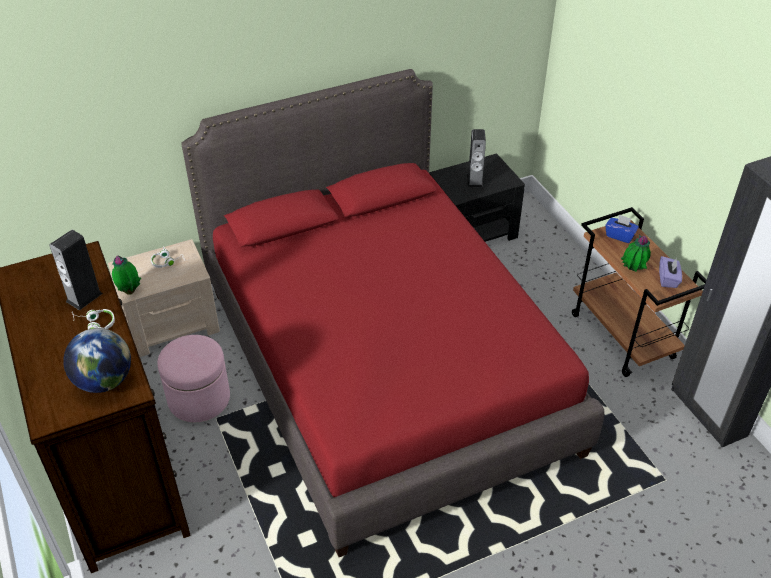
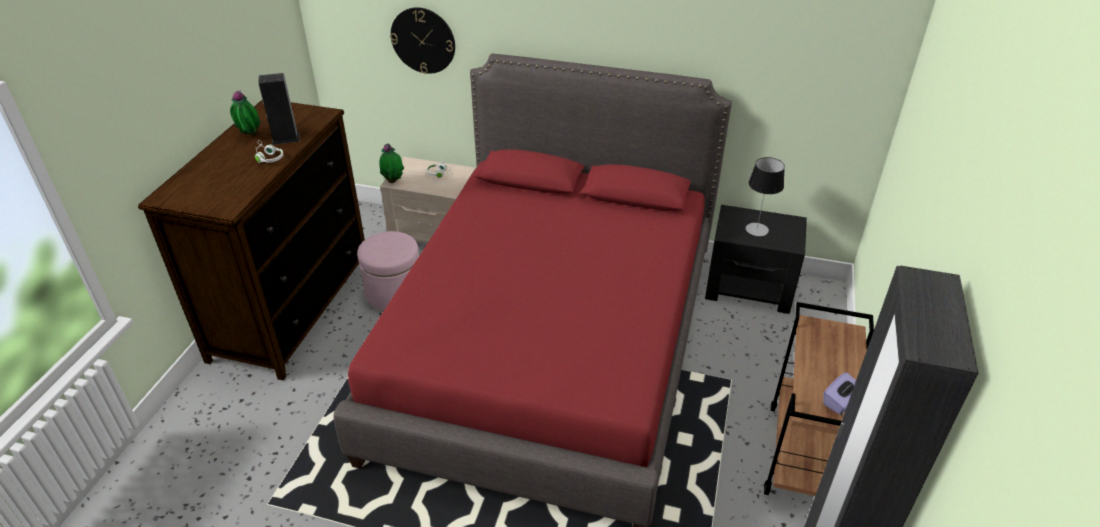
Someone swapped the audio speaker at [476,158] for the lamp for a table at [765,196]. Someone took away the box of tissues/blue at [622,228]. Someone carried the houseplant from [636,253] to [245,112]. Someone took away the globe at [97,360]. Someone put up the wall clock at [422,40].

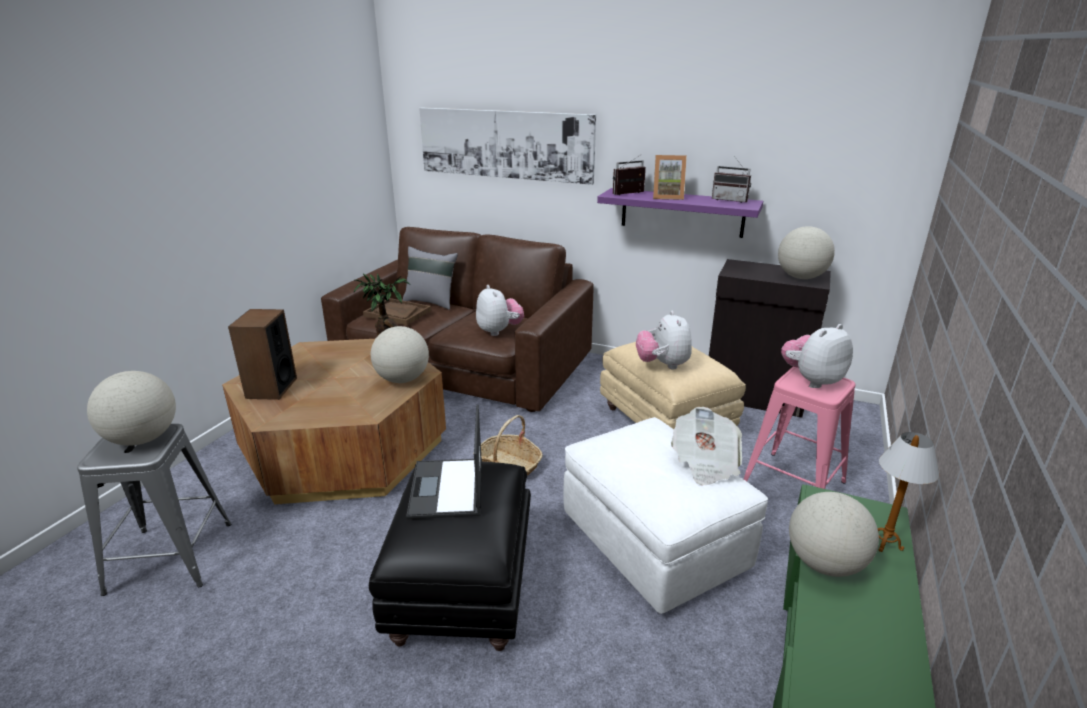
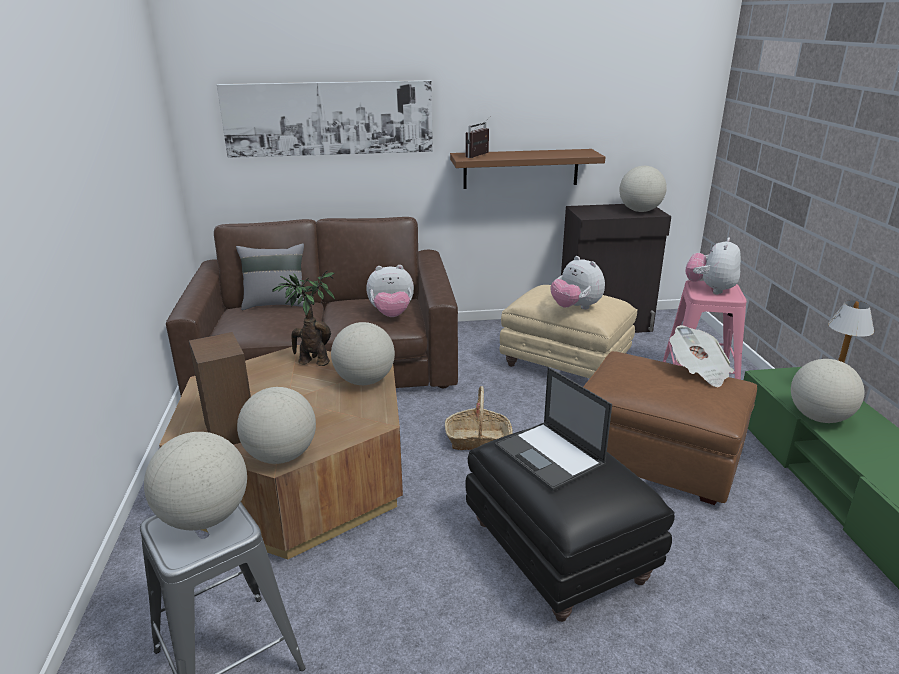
Someone took away the photo frame at [670,177]. Someone took away the radio set at [731,179]. Someone repainted the shelf/purplish at [680,213], which became the shelf/brownish at [528,169]. Someone rotated the soft toy at [500,310] by 135 degrees clockwise. Someone took away the carrying tray/brownish at [397,311]. Someone repainted the ottoman/white-coloured at [665,515], which became the ottoman/brownish at [670,428]. Someone put down the globe at [276,425].

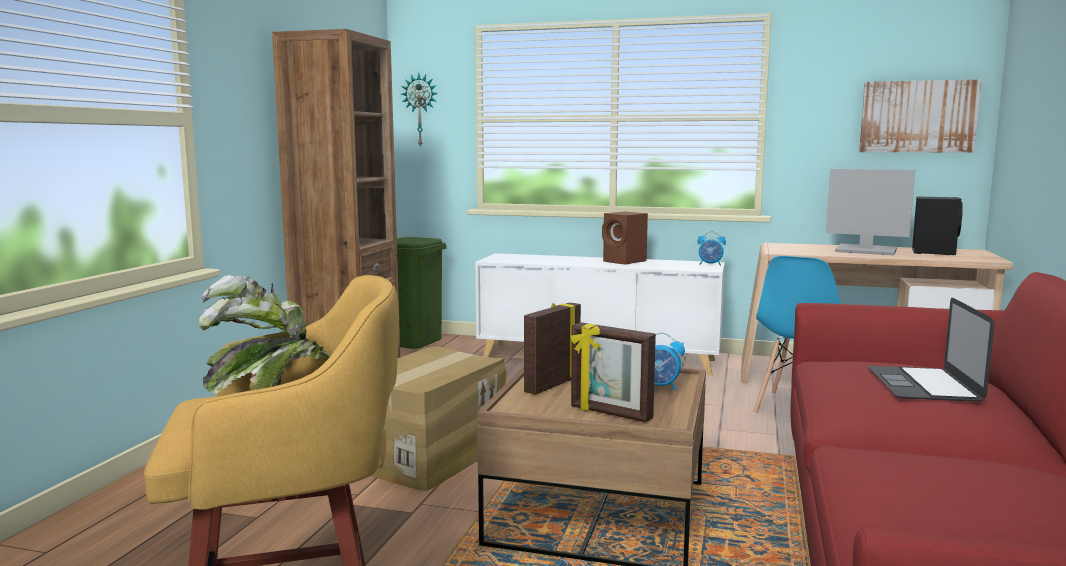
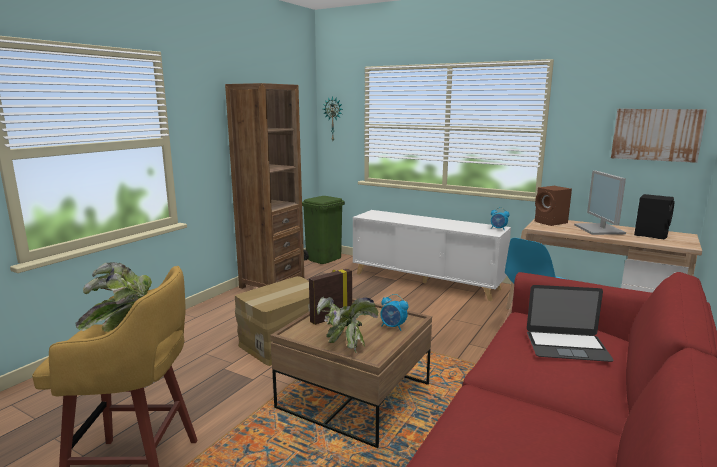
Someone rotated the computer display at [870,212] by 135 degrees counterclockwise. Someone carried the audio speaker/brownish from [625,238] to [553,206]. Someone rotated the laptop at [931,350] by 105 degrees counterclockwise. Someone swapped the photo frame at [613,372] for the houseplant at [347,325].

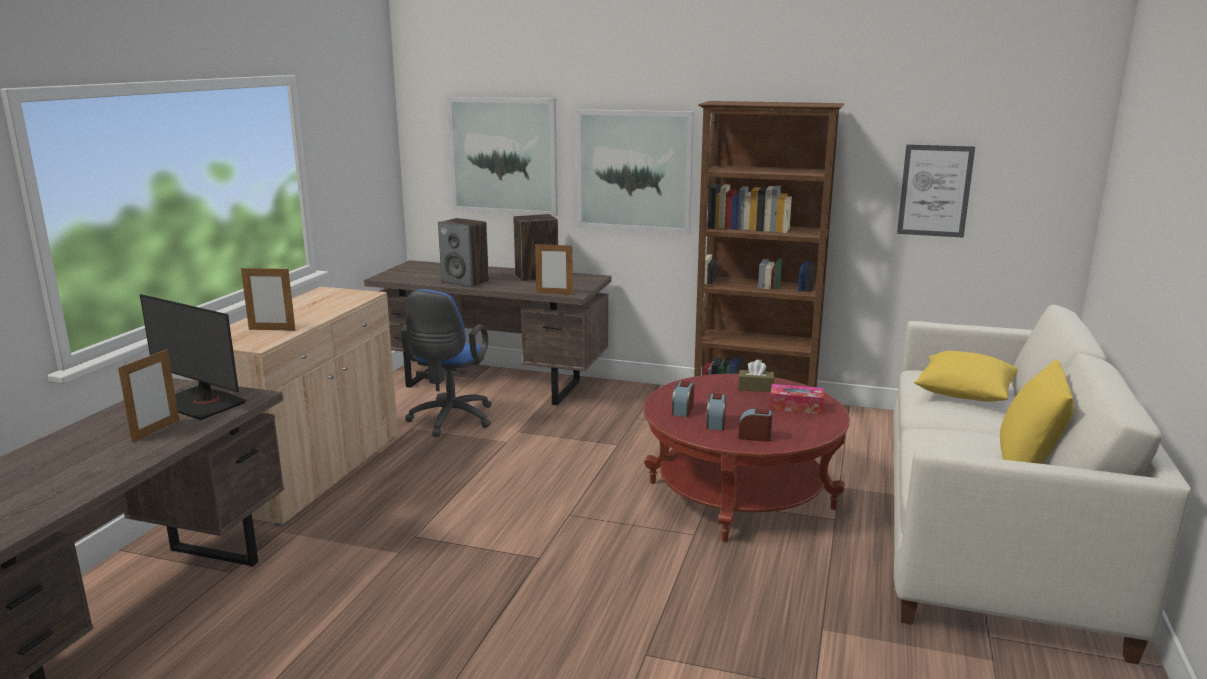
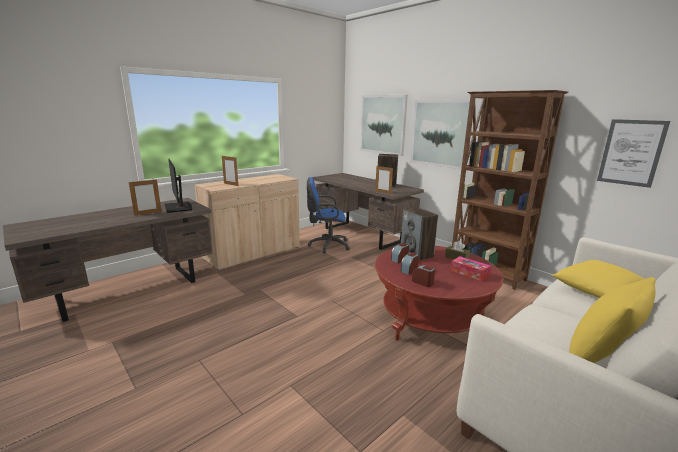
Someone carried the audio speaker from [463,252] to [419,234]. Someone rotated the office chair/blue at [446,363] by 45 degrees clockwise.

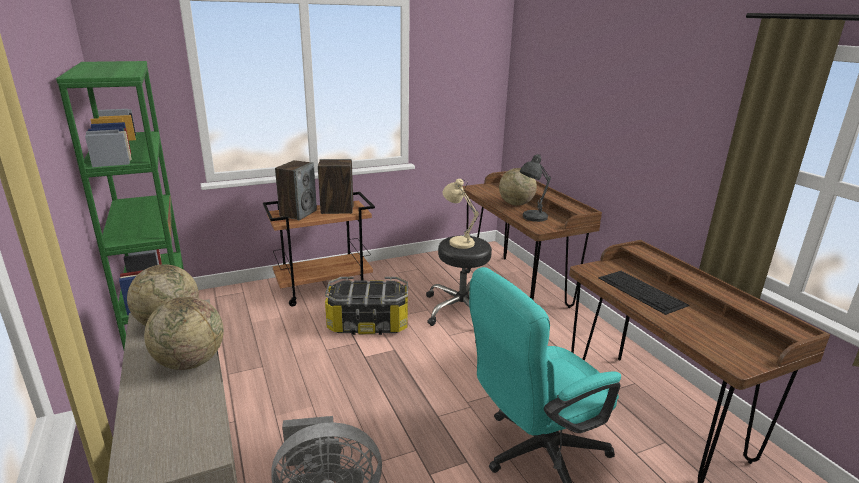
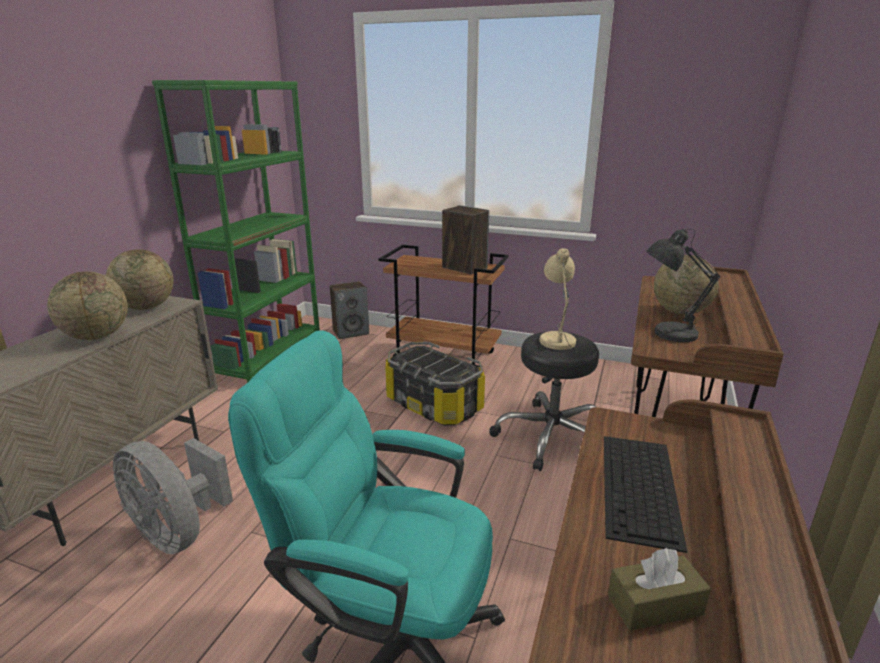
Someone carried the audio speaker from [296,190] to [349,310]. Someone put down the box of tissues/brownish at [659,589].

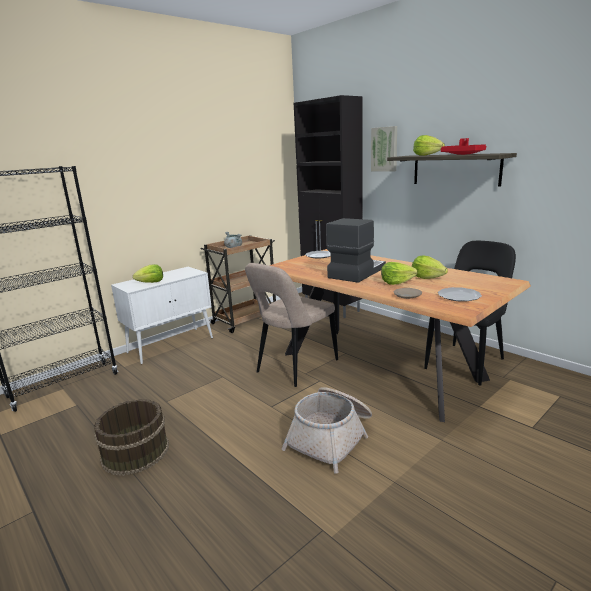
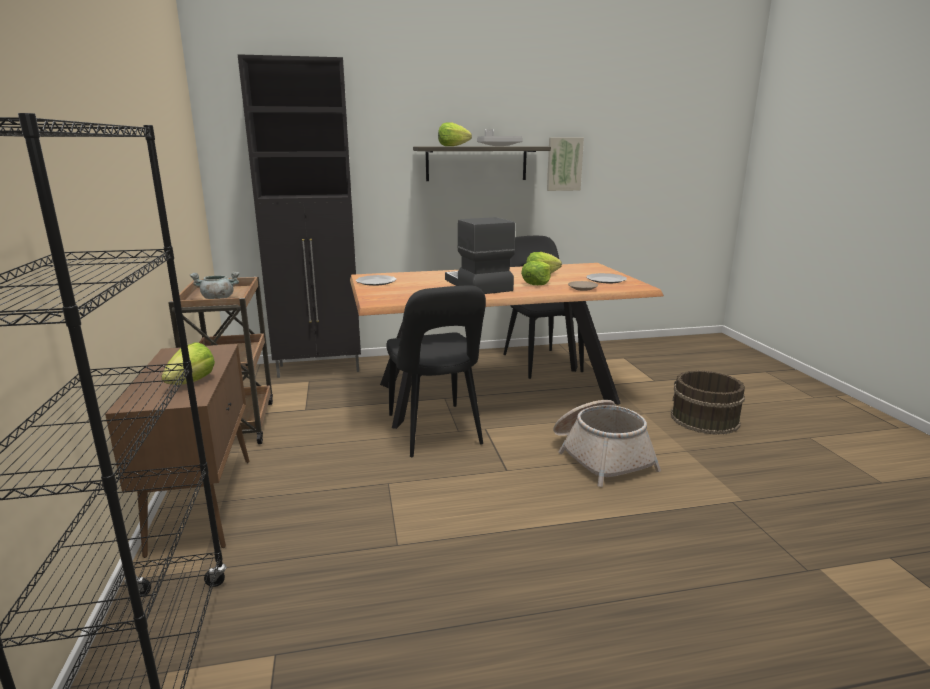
Someone carried the wall picture from [384,149] to [565,164]. Someone repainted the carrying tray/red at [463,146], which became the carrying tray/grey at [500,137]. Someone repainted the upright chair/sand-coloured at [291,325], which became the upright chair/black-coloured at [436,371]. Someone repainted the storage cabinet/white-coloured at [162,315], which became the storage cabinet/brownish at [177,451]. Someone carried the water bucket/brownish from [131,437] to [708,402].

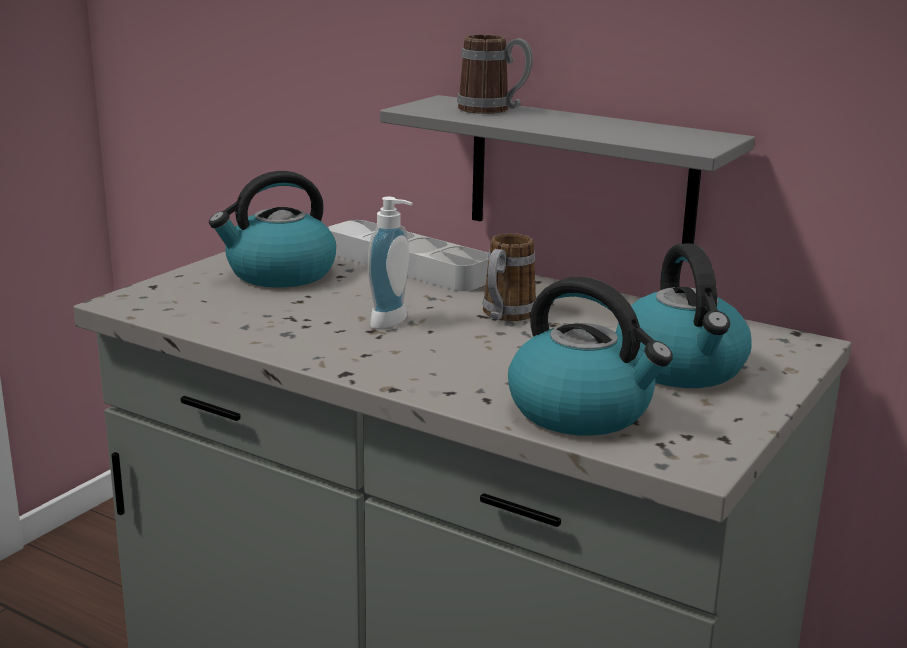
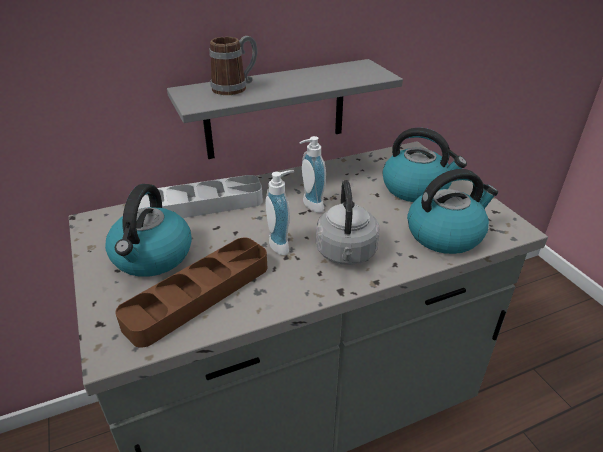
Someone swapped the coffee mug at [510,277] for the soap bottle at [313,174]. Someone put down the kettle/grey at [348,222]. Someone put down the carrying tray/brownish at [191,293].

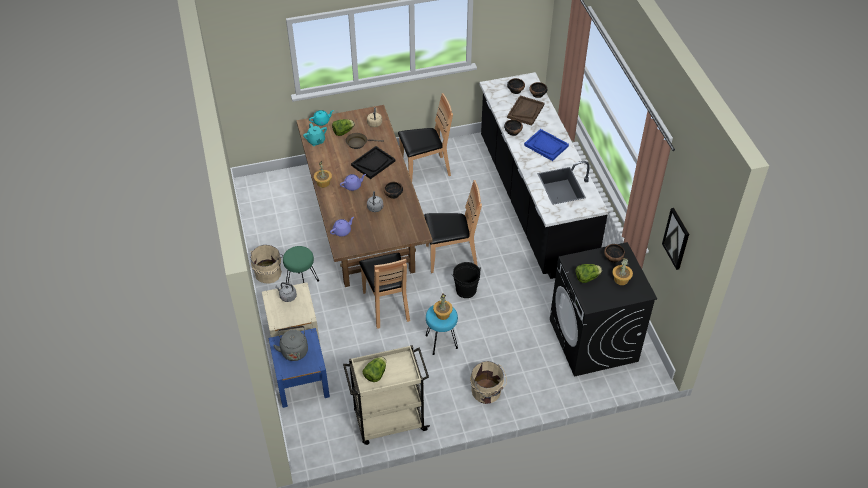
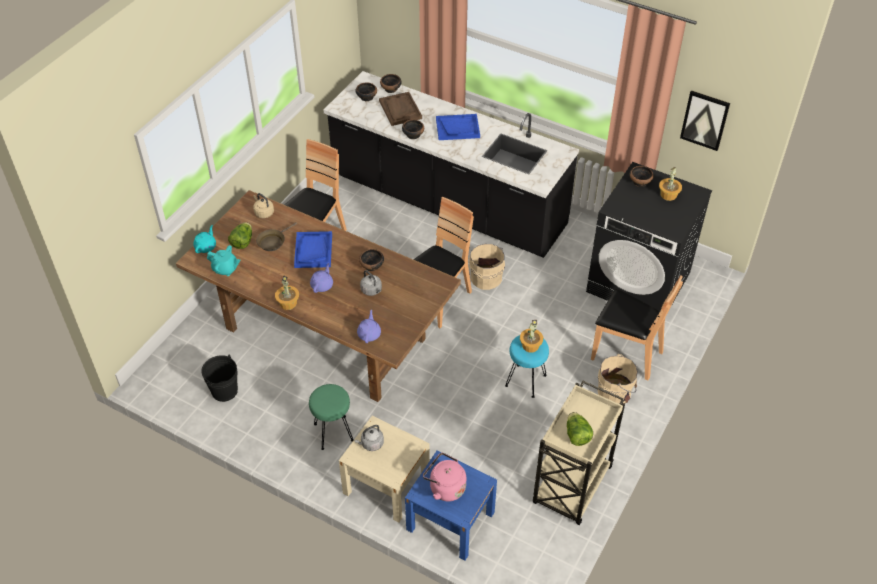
Someone repainted the carrying tray/black-coloured at [373,162], which became the carrying tray/blue at [313,249]. Someone carried the water bucket/sand-coloured from [266,264] to [486,267]. Someone carried the upright chair/brownish from [384,291] to [637,328]. Someone carried the water bucket/black-coloured from [466,280] to [219,378]. Someone took away the lettuce head at [589,273]. Someone repainted the kettle/grey at [290,343], which became the kettle/pink-coloured at [444,477].

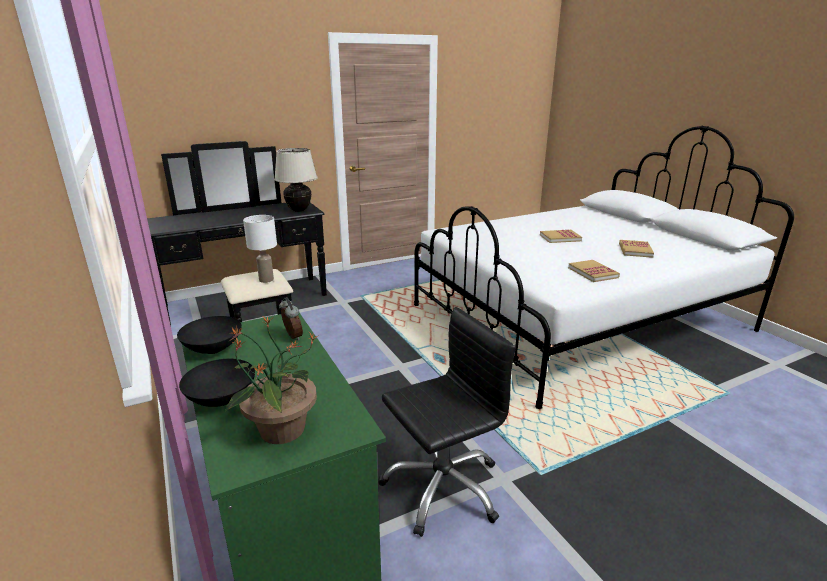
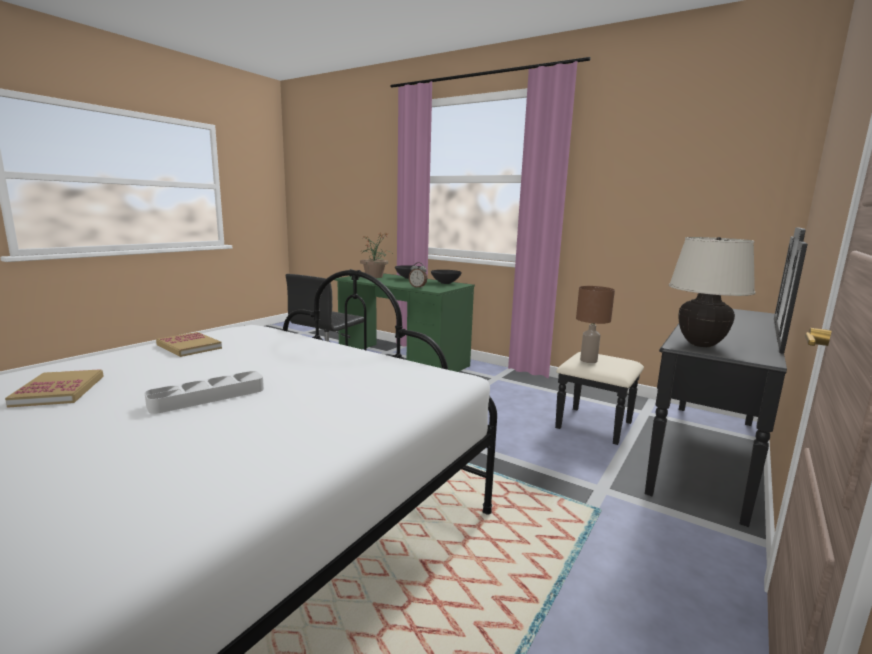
Someone repainted the lamp for a table/white-coloured at [260,249], which became the lamp for a table/brownish at [595,324]. Someone swapped the volume at [561,236] for the carrying tray/grey at [204,392].

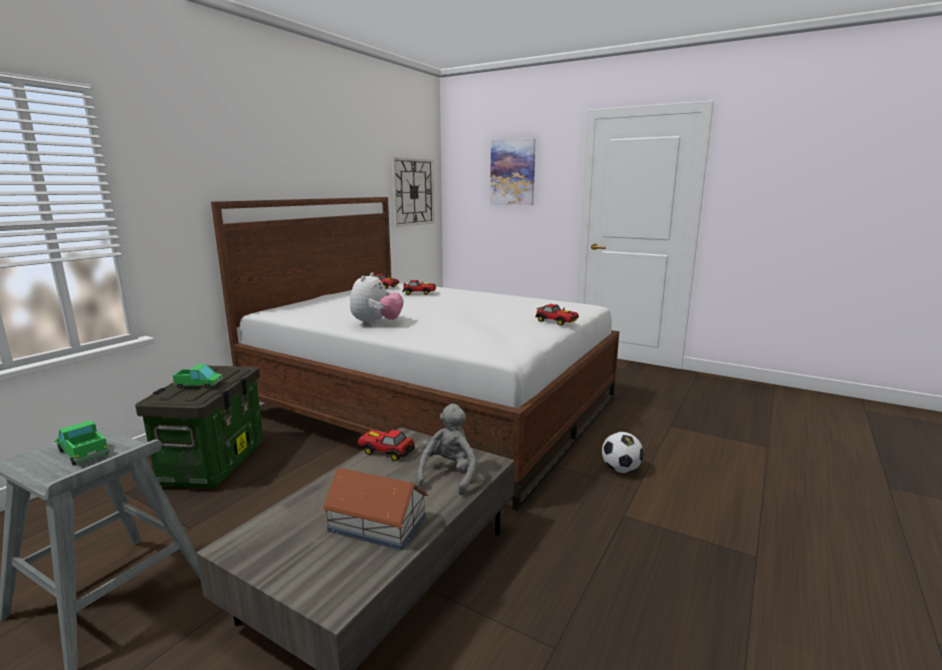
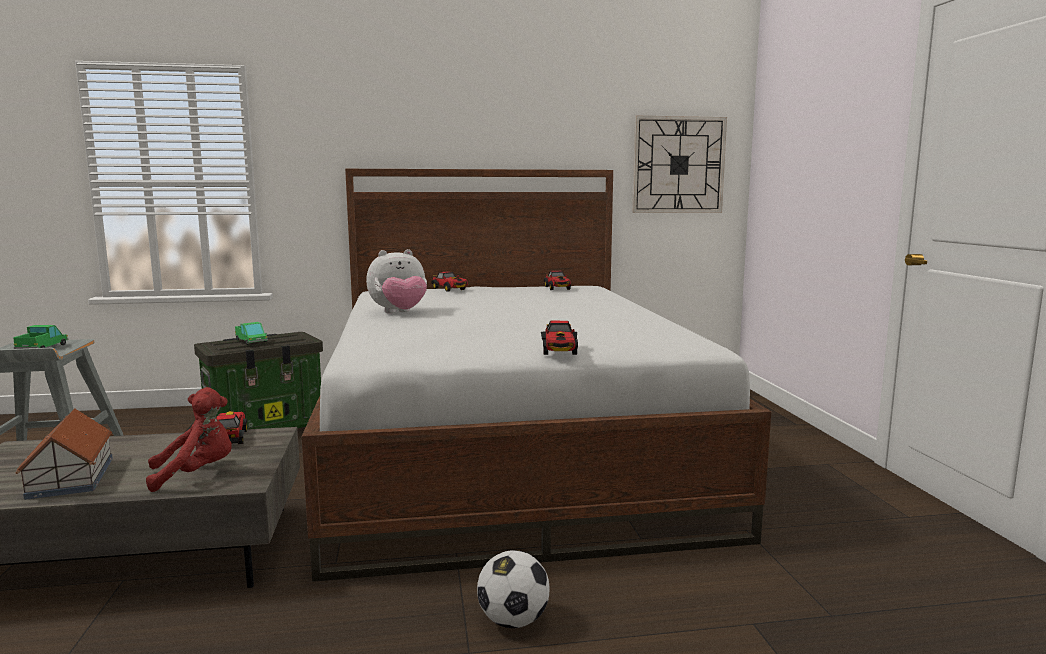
Someone took away the wall picture at [513,171]. Someone carried the model car from [419,287] to [449,281]. Someone repainted the soft toy/grey at [446,449], which became the soft toy/red at [189,439].

